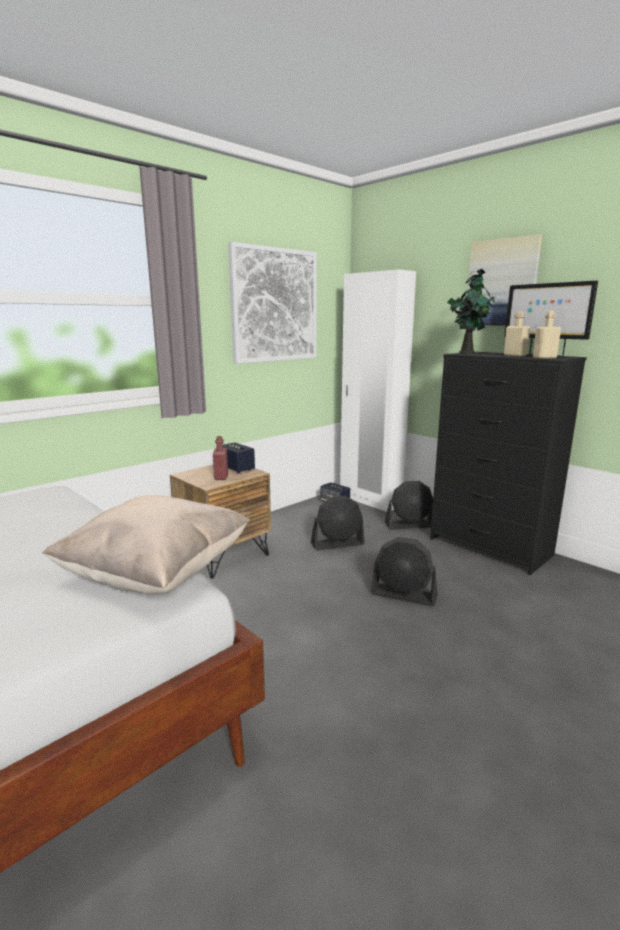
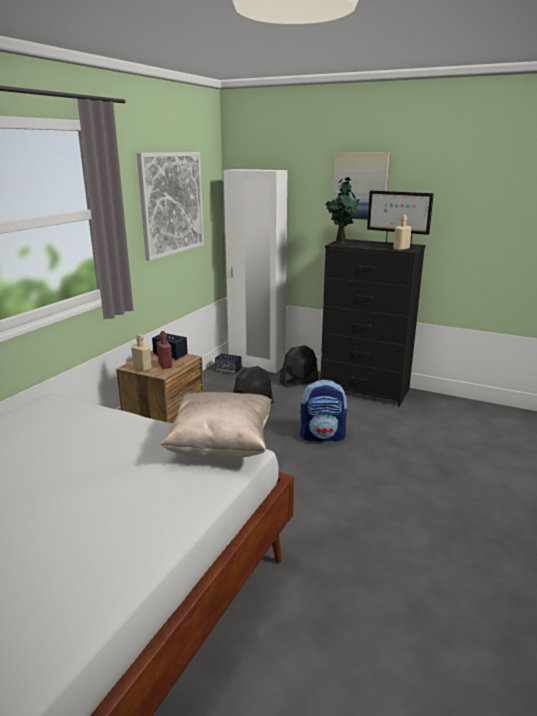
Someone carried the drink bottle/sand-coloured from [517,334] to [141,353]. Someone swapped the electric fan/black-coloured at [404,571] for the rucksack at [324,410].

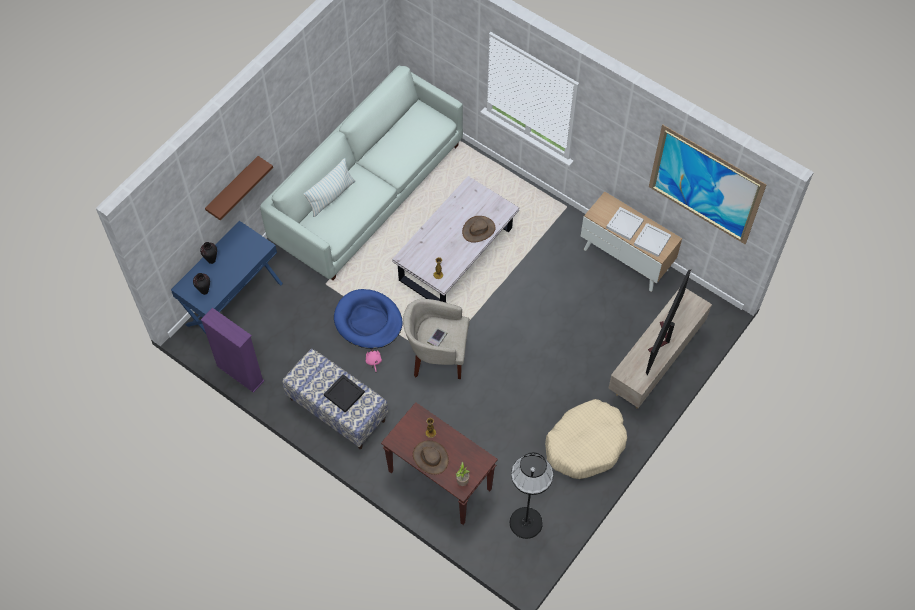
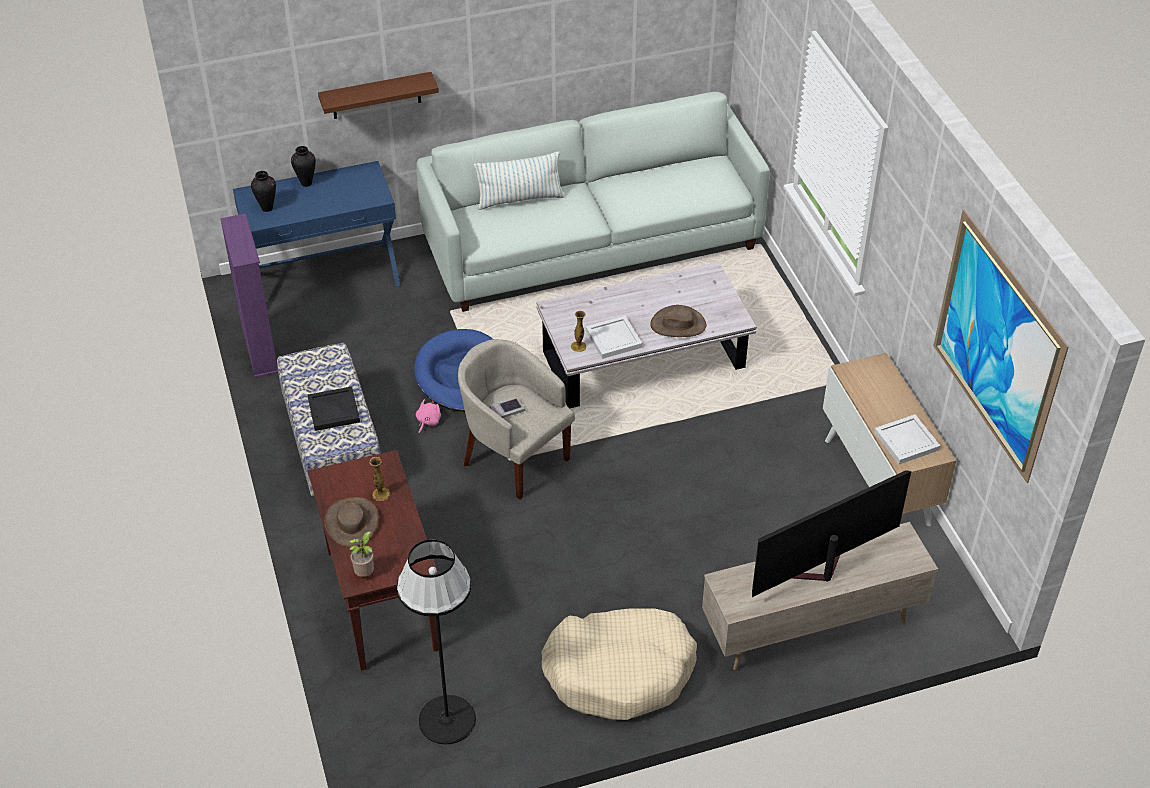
Someone carried the carrying tray/white-coloured from [625,224] to [614,337].

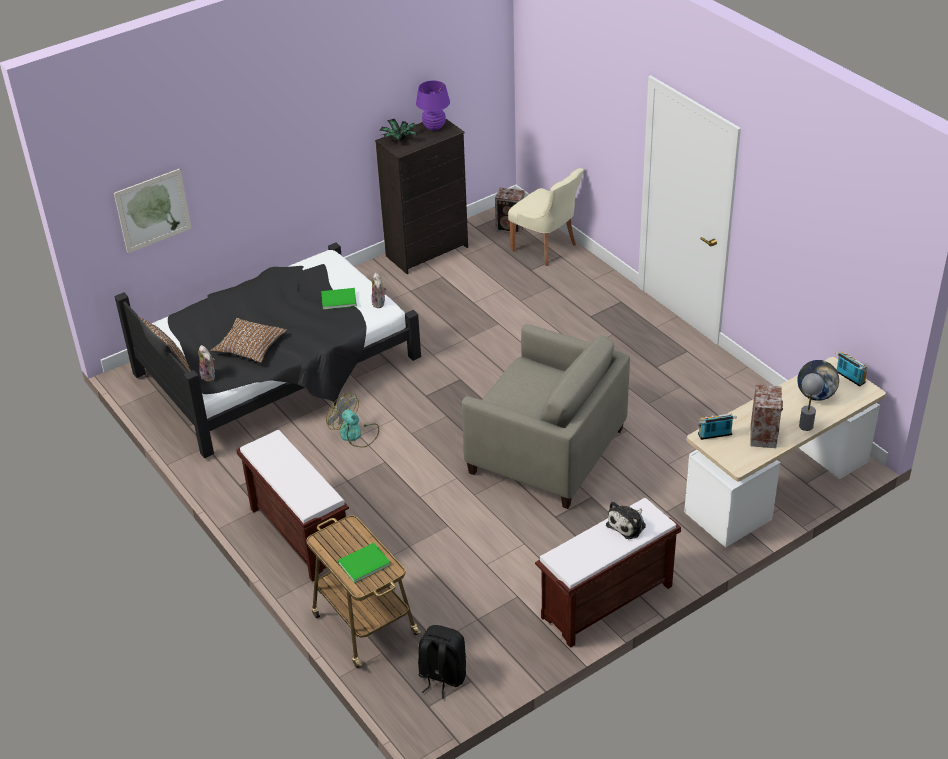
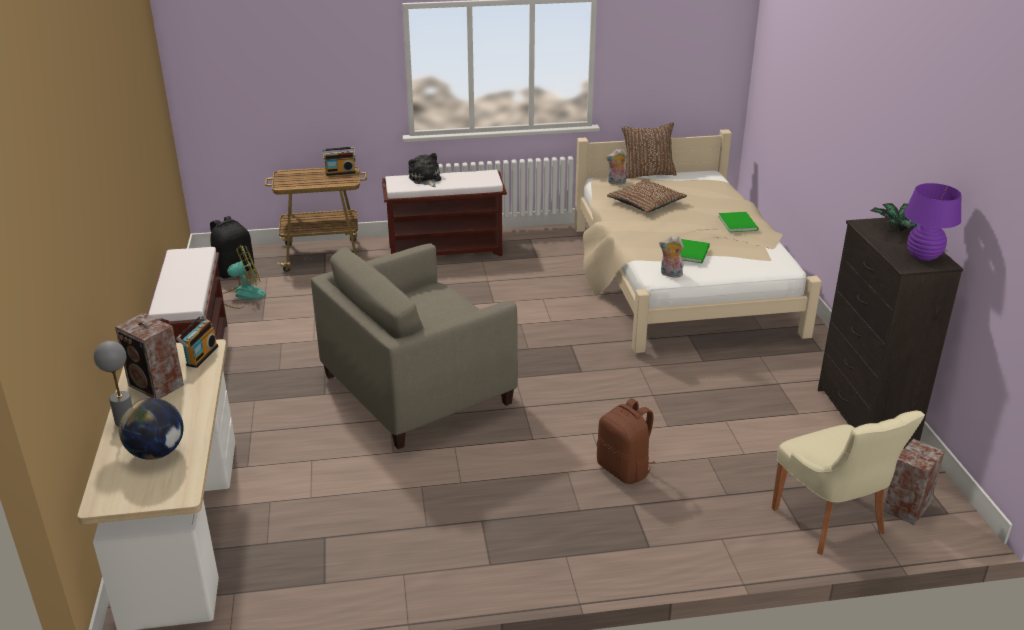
Someone took away the wall picture at [153,210]. Someone rotated the upright chair/sand-coloured at [546,217] by 90 degrees counterclockwise. Someone repainted the bedroom bed/black-coloured at [268,350], which became the bedroom bed/sand-coloured at [698,241]. Someone carried the radio set from [851,368] to [339,161]. Someone carried the electric fan from [352,420] to [244,277]. Someone carried the soft toy from [626,520] to [424,170]. Someone carried the volume/greenish from [364,563] to [738,222]. Someone put down the rucksack/brownish at [626,441].

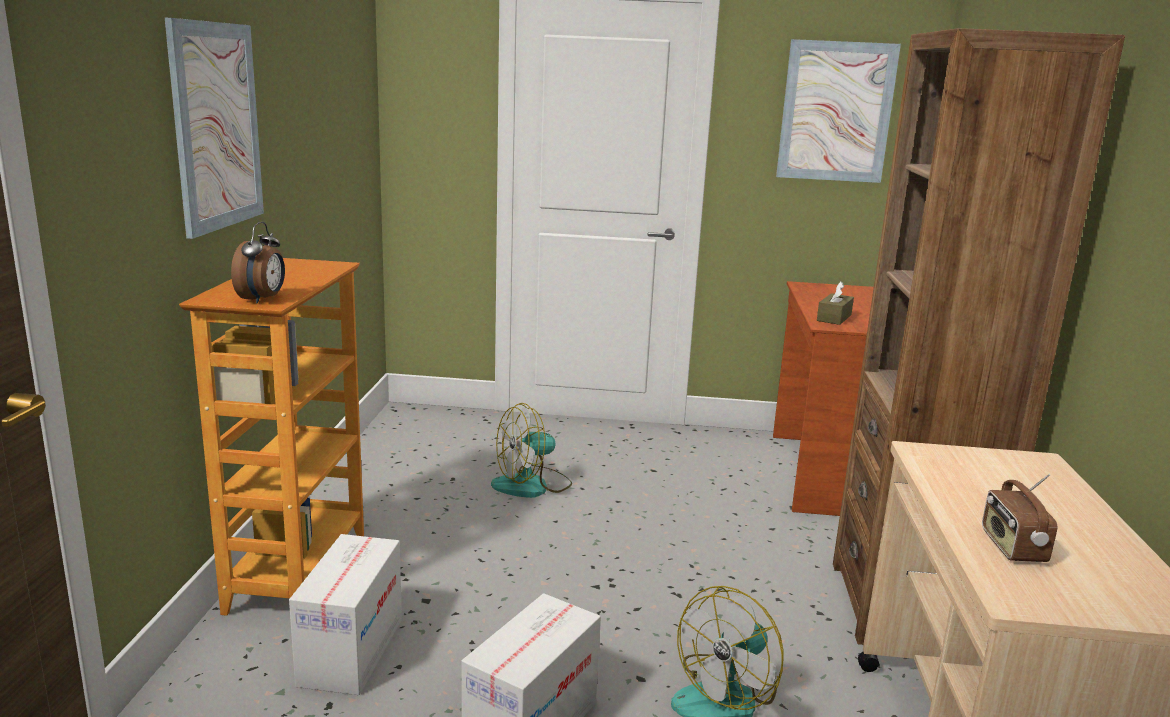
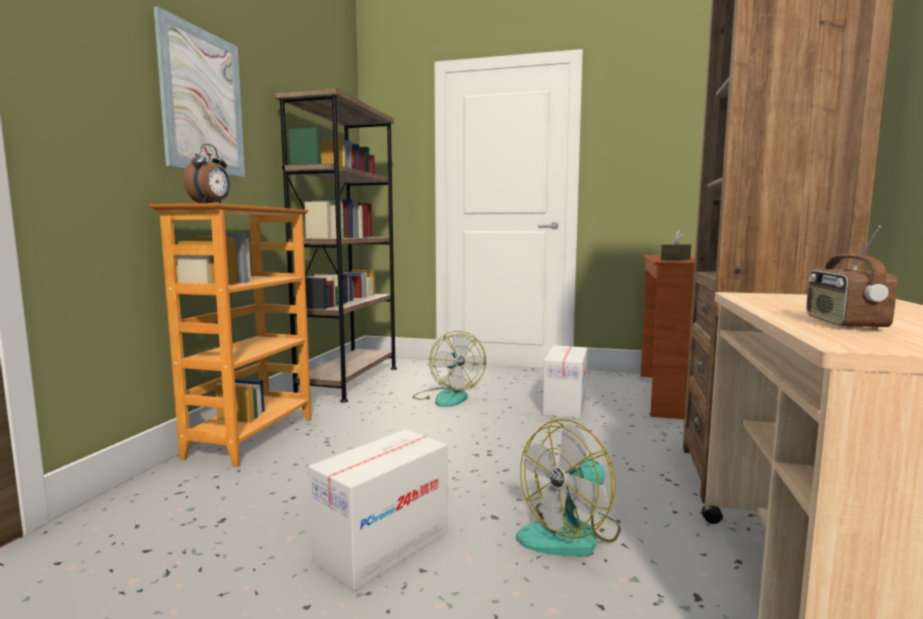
Someone took away the wall picture at [838,111]. Someone rotated the electric fan at [531,450] by 90 degrees counterclockwise. Someone carried the carton from [345,614] to [565,382]. Someone put down the shelving unit/brownish at [336,245].

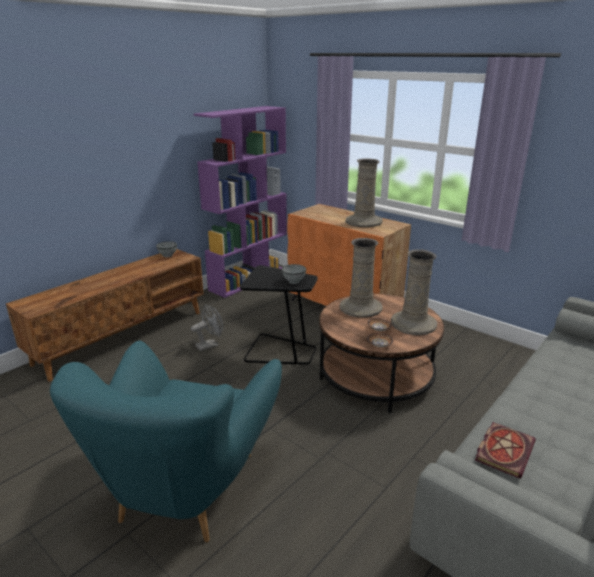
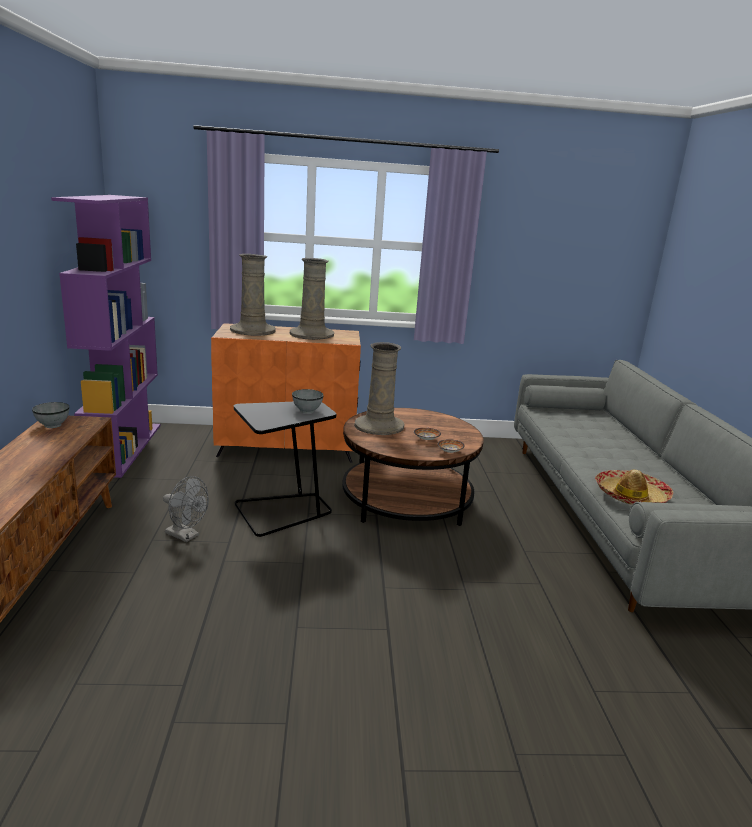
Someone carried the decorative vase/sand-coloured from [414,292] to [253,295]. Someone rotated the electric fan/grey at [207,328] by 105 degrees clockwise. Someone took away the easy chair/turquoise-coloured at [166,441]. Someone swapped the volume at [505,450] for the hat at [634,487].

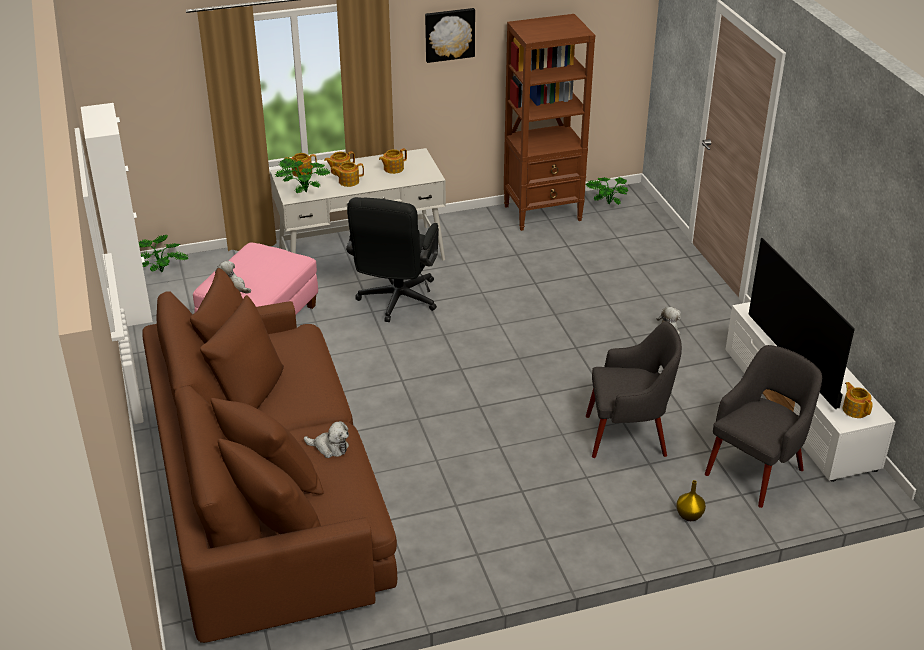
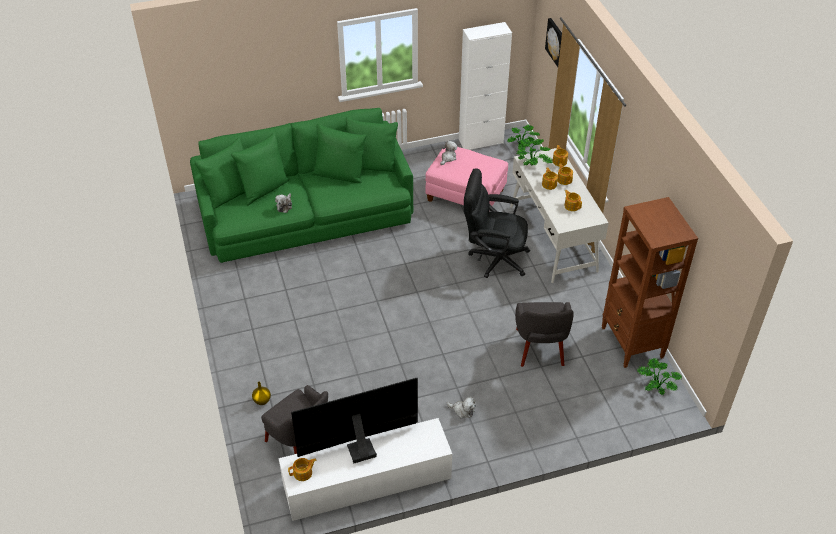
Someone carried the wall picture from [450,35] to [553,42]. Someone repainted the sofa/brownish at [269,455], which became the sofa/greenish at [301,185]. Someone carried the easy chair/grey from [634,389] to [544,334].

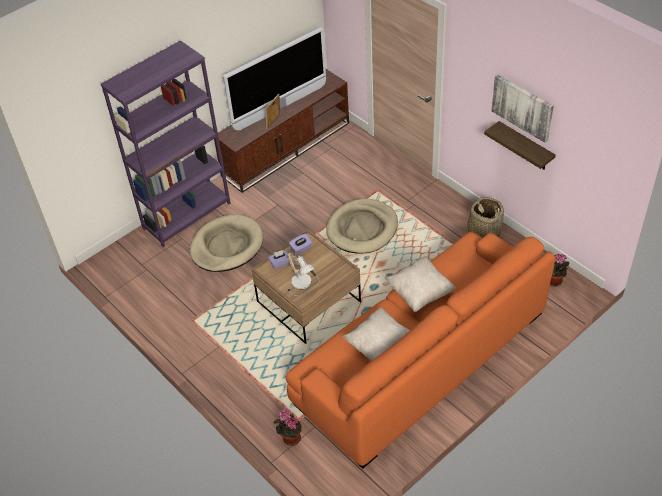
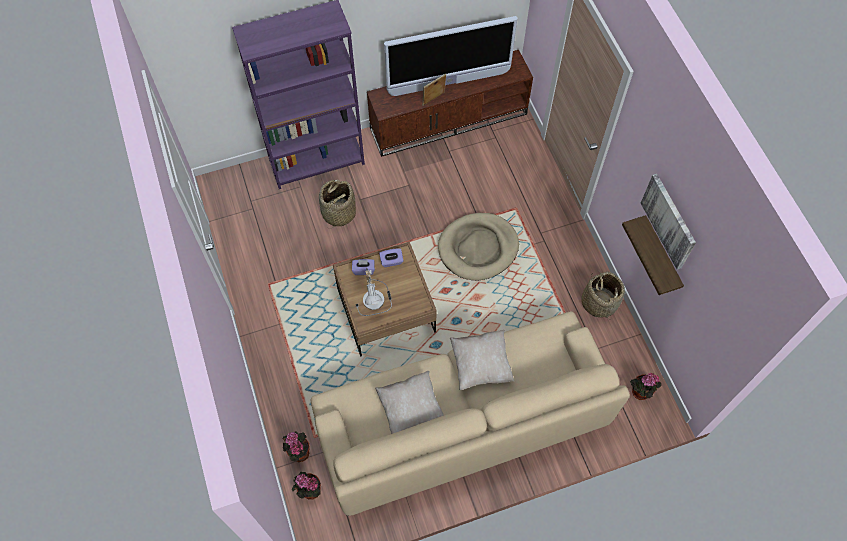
Someone swapped the dog bed/sand-coloured at [226,243] for the household basket at [337,204]. Someone repainted the sofa/orangey at [420,350], which became the sofa/sand-coloured at [470,413]. Someone put down the houseplant at [306,486].

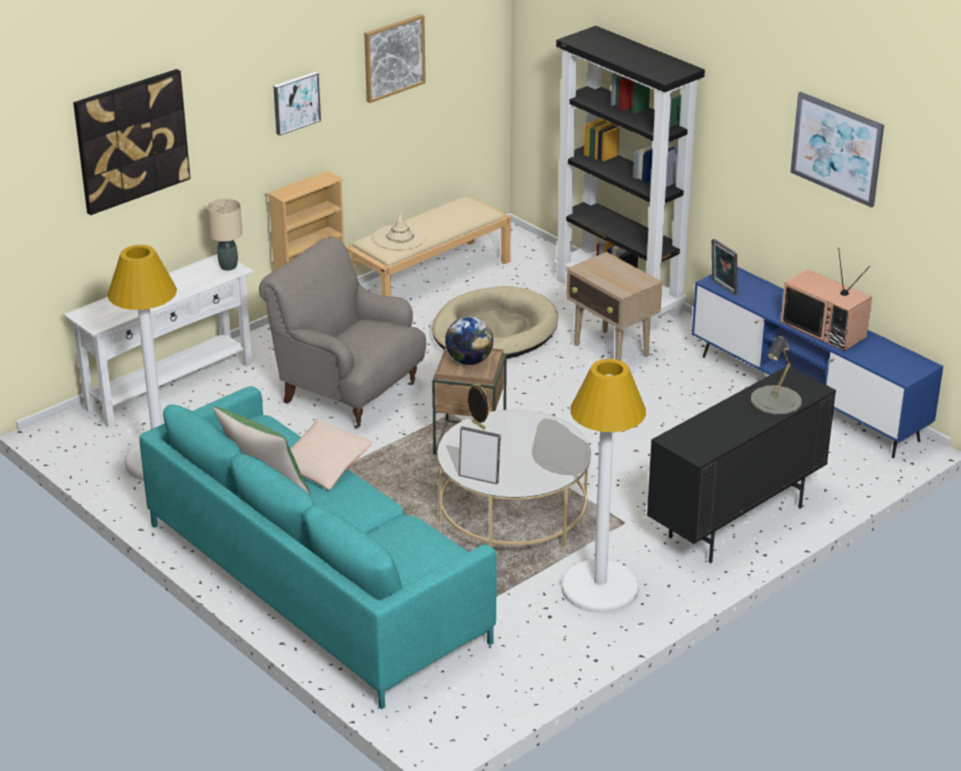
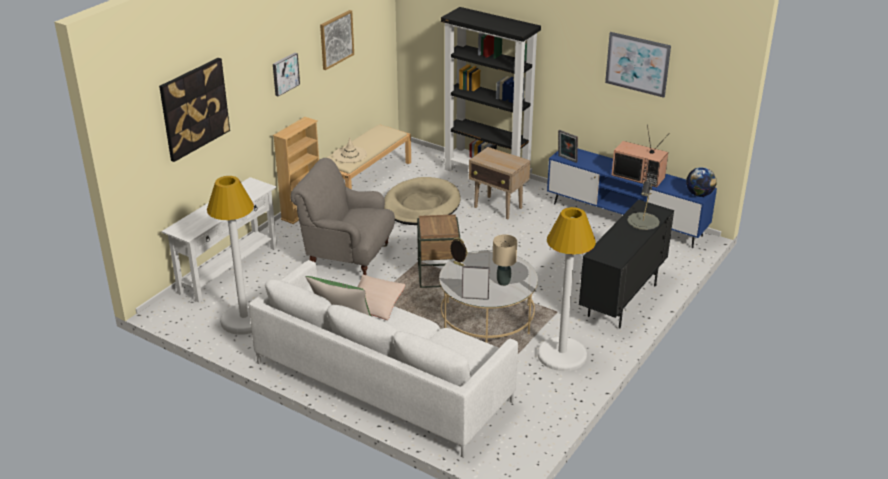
Someone carried the lamp for a table/sand-coloured from [224,235] to [505,260]. Someone carried the globe from [469,341] to [701,182]. Someone repainted the sofa/turquoise-coloured at [318,547], which became the sofa/white-coloured at [383,359].

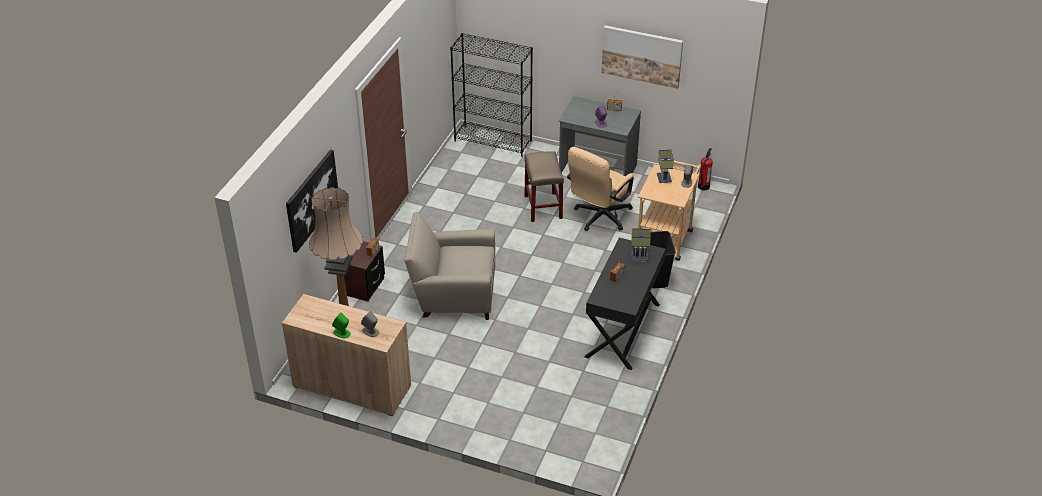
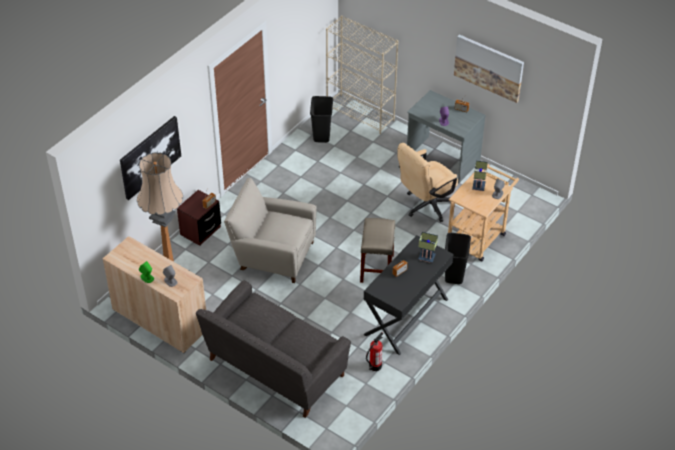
Someone repainted the shelving unit/black-coloured at [491,95], which became the shelving unit/sand-coloured at [362,74]. Someone carried the fire extinguisher from [705,169] to [375,351]. Someone carried the sitting stool/sand-coloured from [544,187] to [377,250]. Someone put down the waste bin/black-coloured at [321,119]. Someone put down the sofa/grey at [273,349].

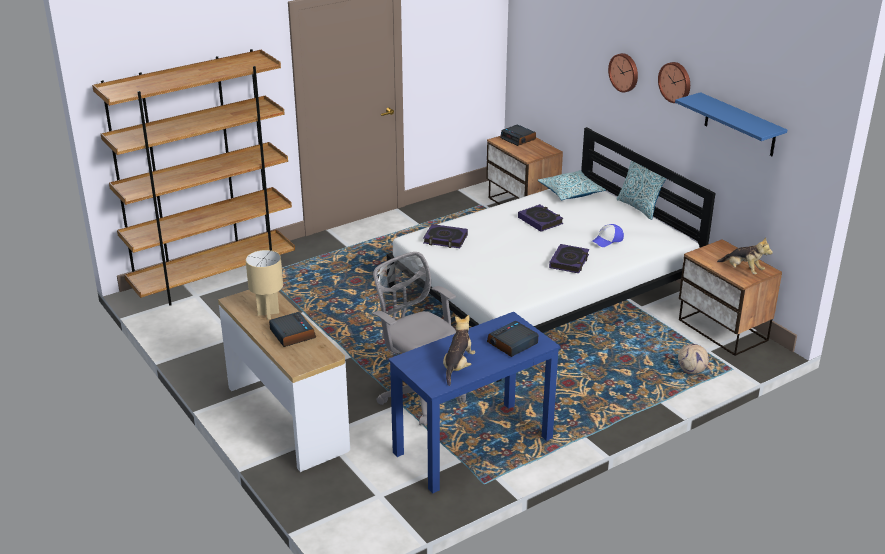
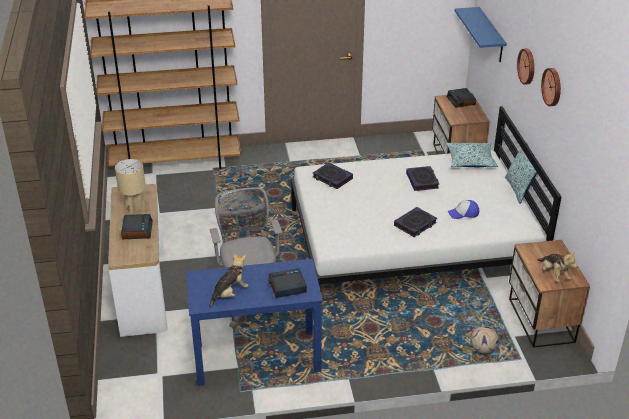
Someone carried the shelf/blue from [731,124] to [480,34].

